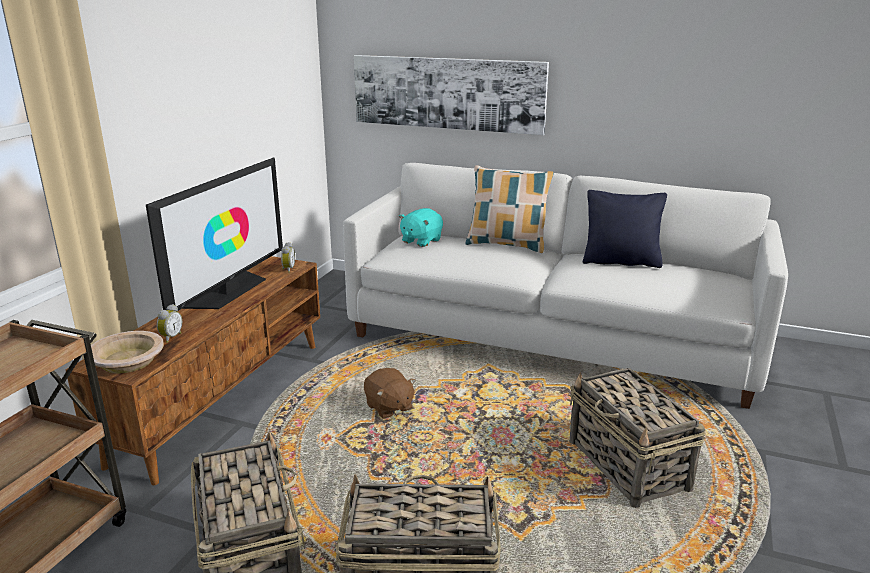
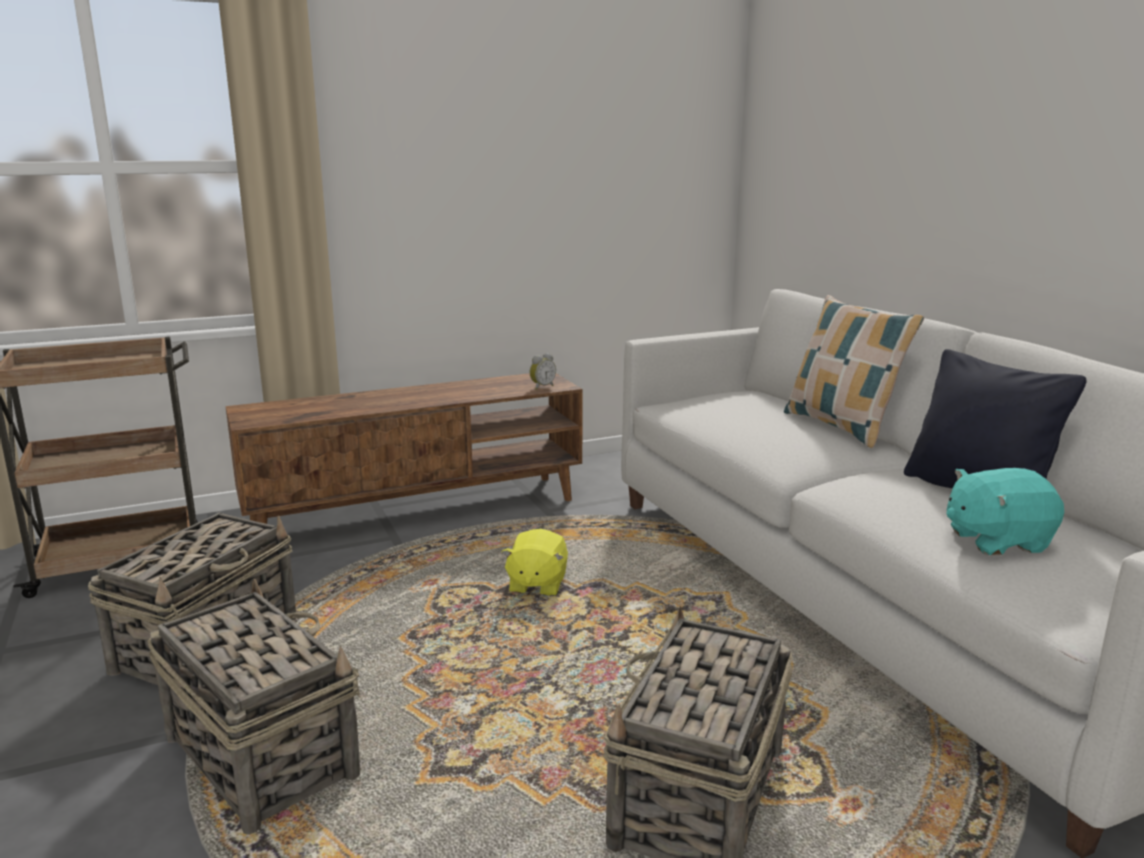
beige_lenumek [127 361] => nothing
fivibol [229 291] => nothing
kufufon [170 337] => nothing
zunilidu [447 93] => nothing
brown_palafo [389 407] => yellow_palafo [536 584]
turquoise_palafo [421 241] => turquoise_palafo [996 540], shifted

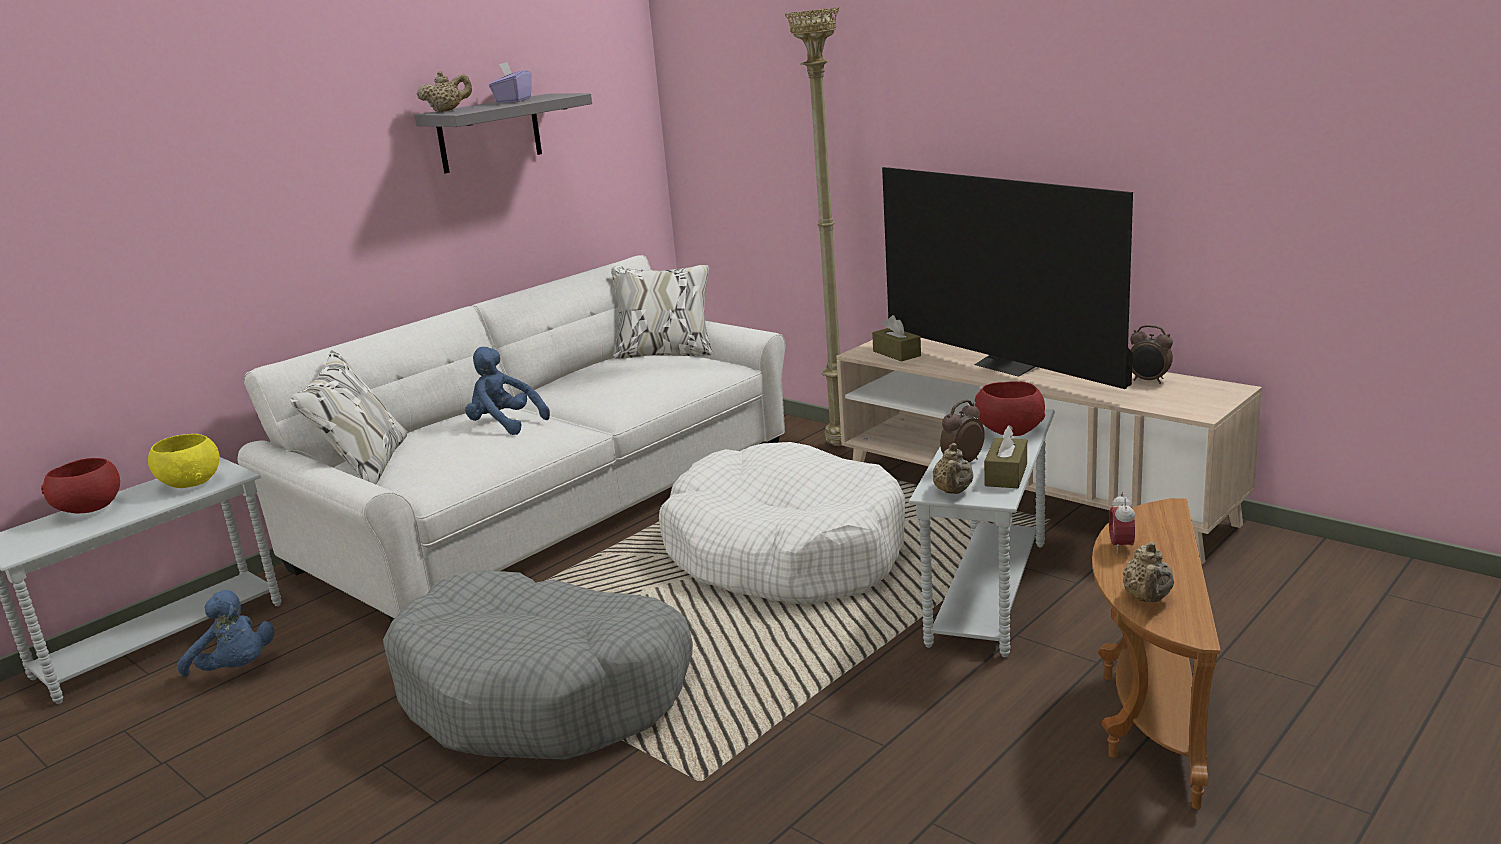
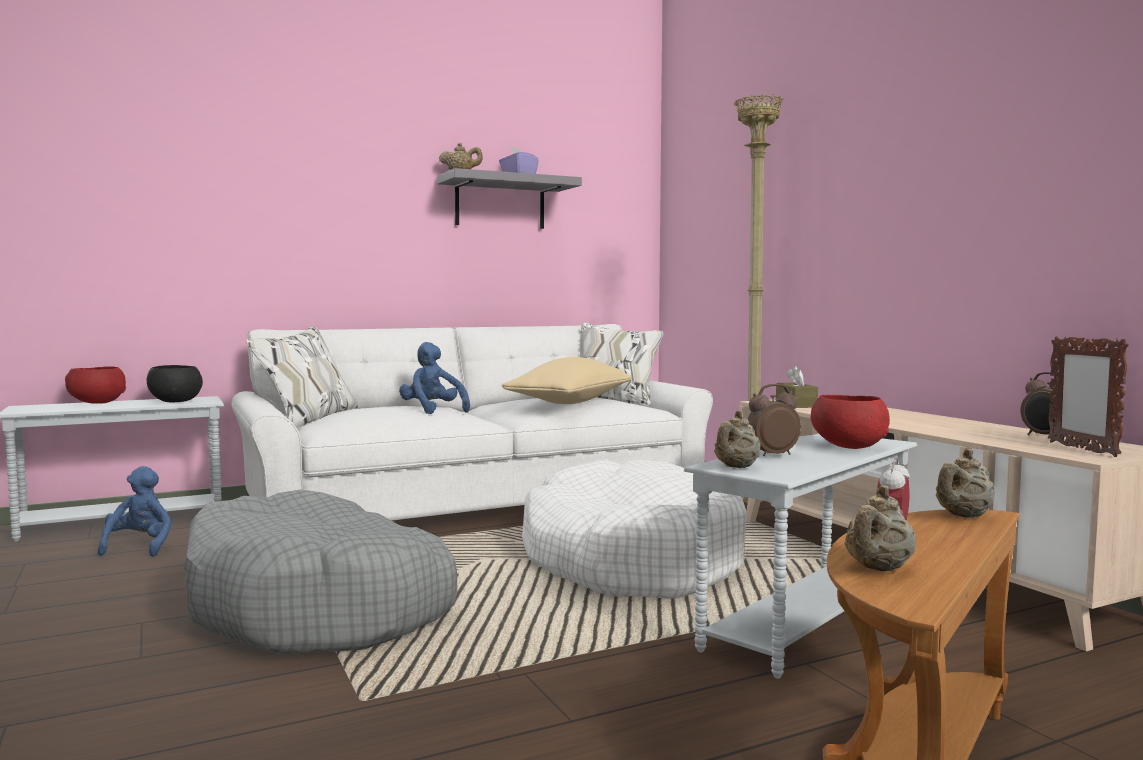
yellow_lenumek [190 483] => black_lenumek [175 401]
blue_palafo [235 670] => blue_palafo [139 547], 150 degrees counterclockwise
fivibol [1009 365] => nothing
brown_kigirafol [1006 475] => nothing
nothing => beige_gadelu [570 402]
nothing => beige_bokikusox [963 516]
nothing => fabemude [1082 449]

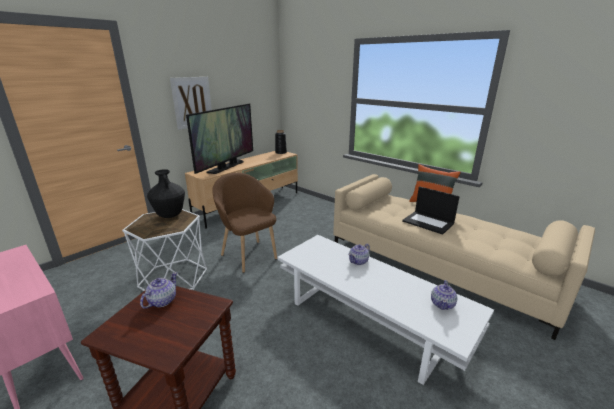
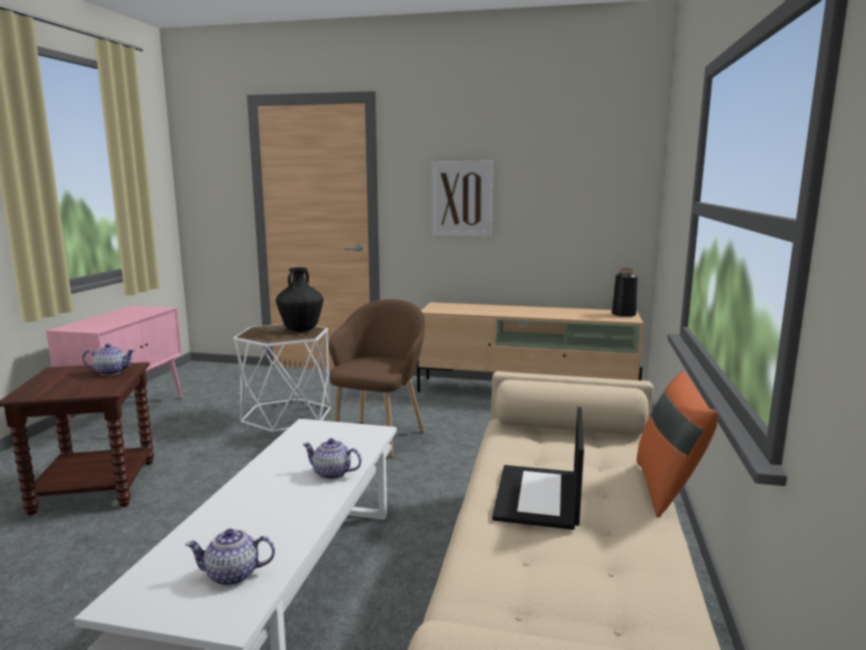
fivibol [226 167] => nothing

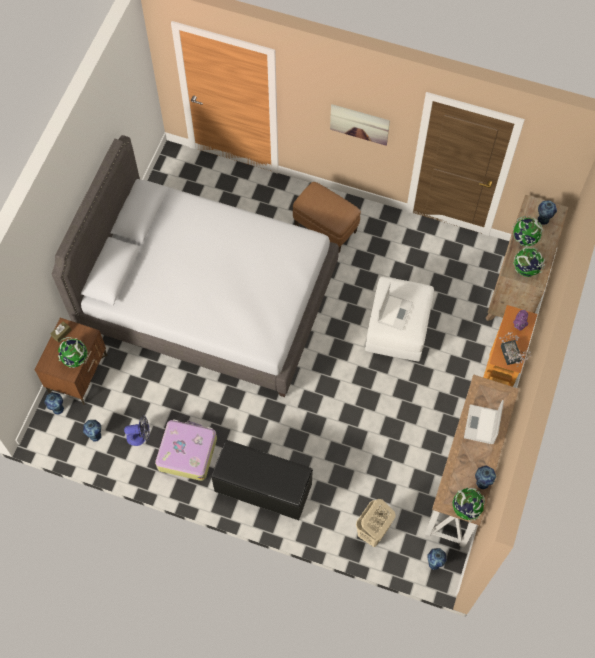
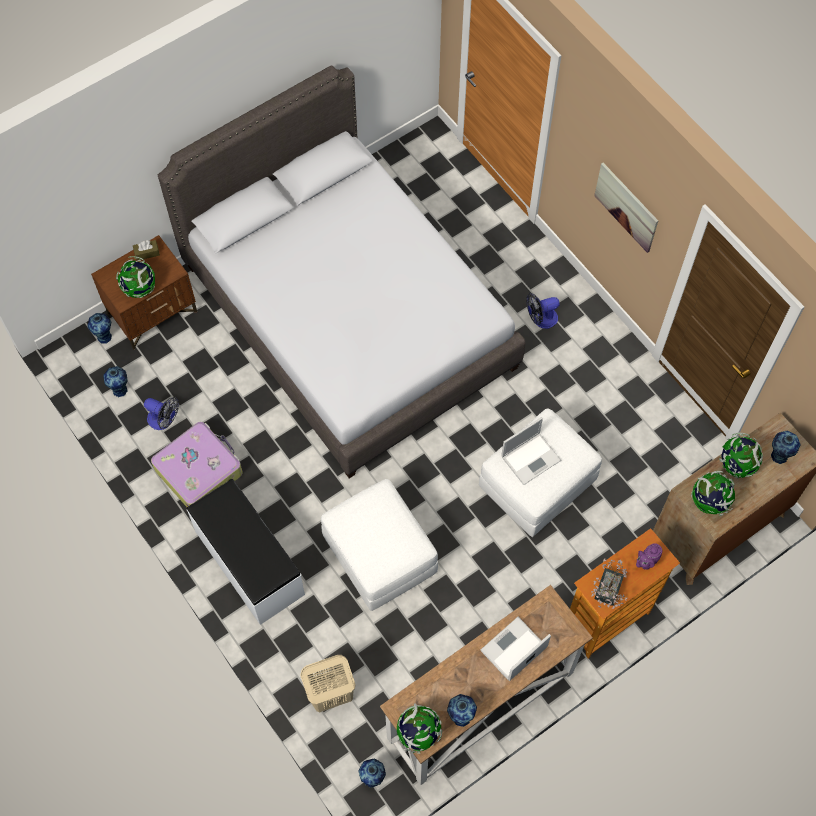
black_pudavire [263 488] => white_pudavire [248 563]
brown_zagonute [326 229] => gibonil [541 319]
nothing => white_zagonute [380 555]

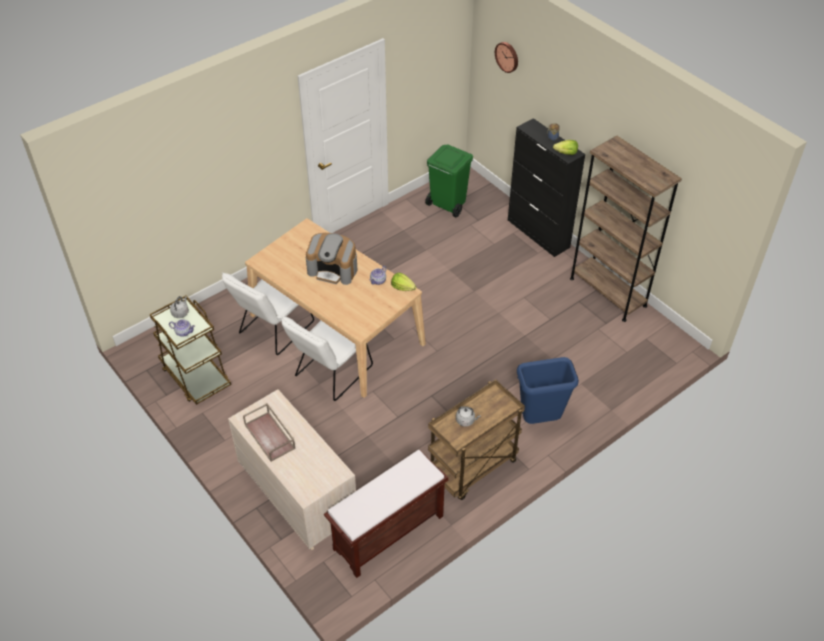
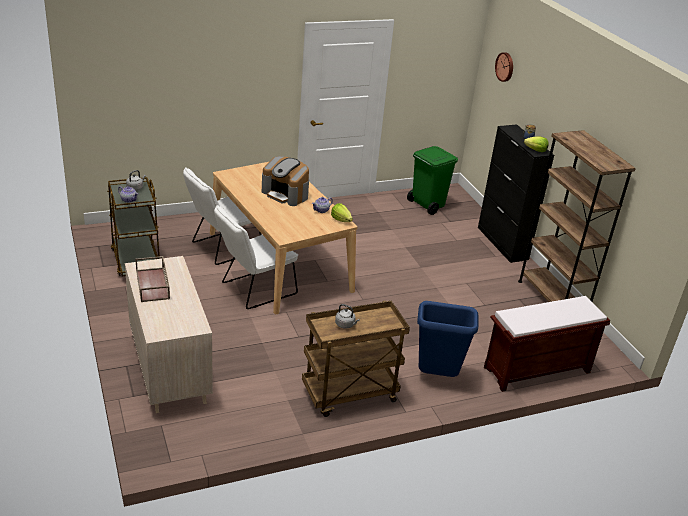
brown_pudavire [388 533] => brown_pudavire [536 370], shifted

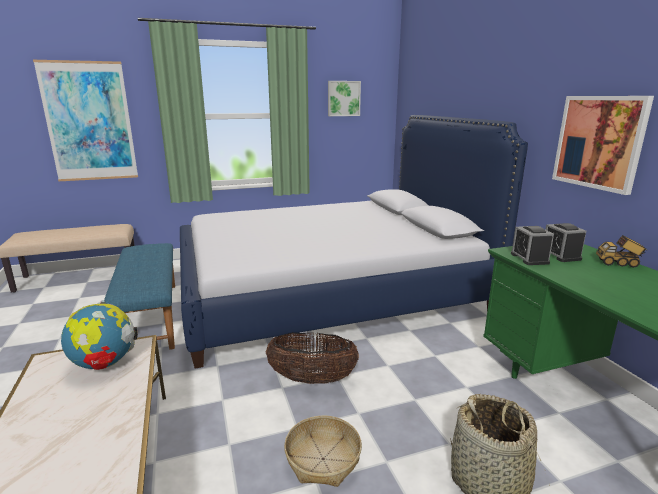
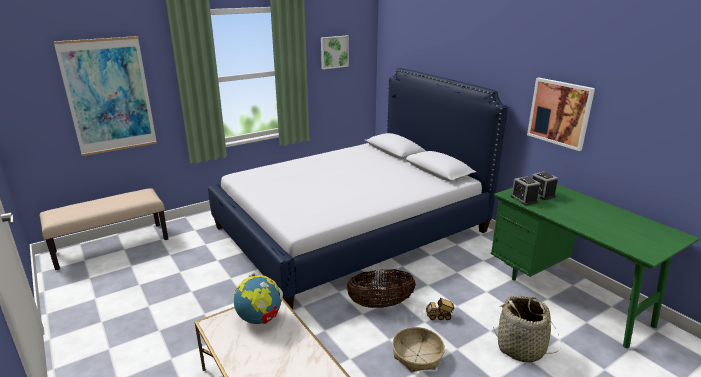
blue_pudavire [151 316] => nothing
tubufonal [618 263] => tubufonal [439 316], shifted

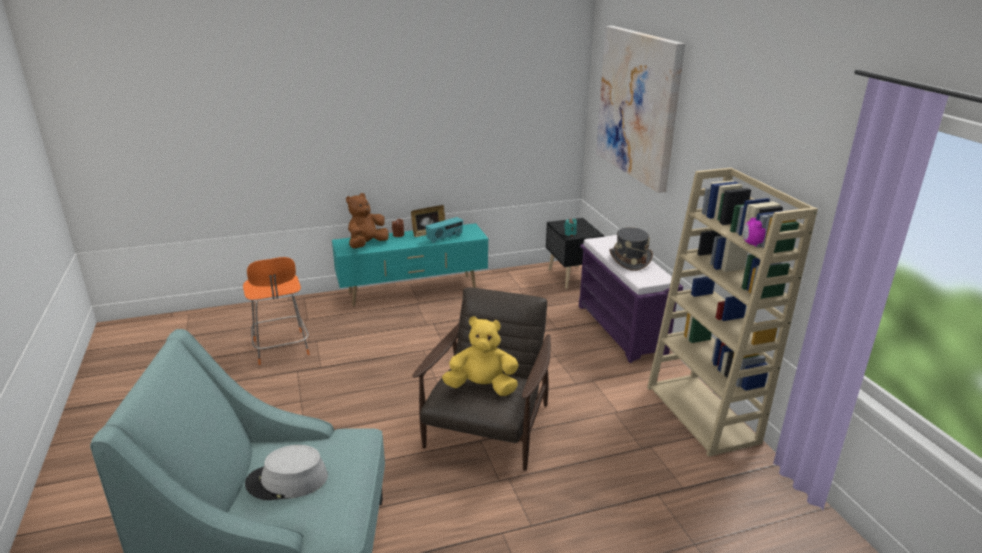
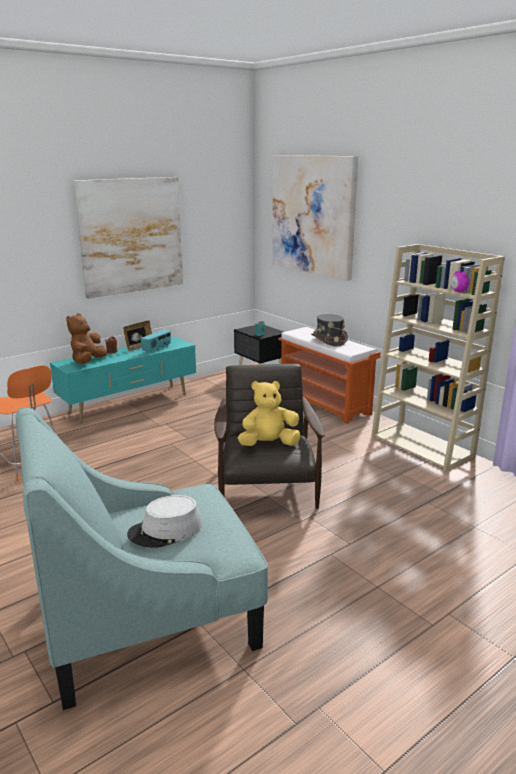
purple_pudavire [622 330] => orange_pudavire [325 403]
nothing => zunilidu [131 236]

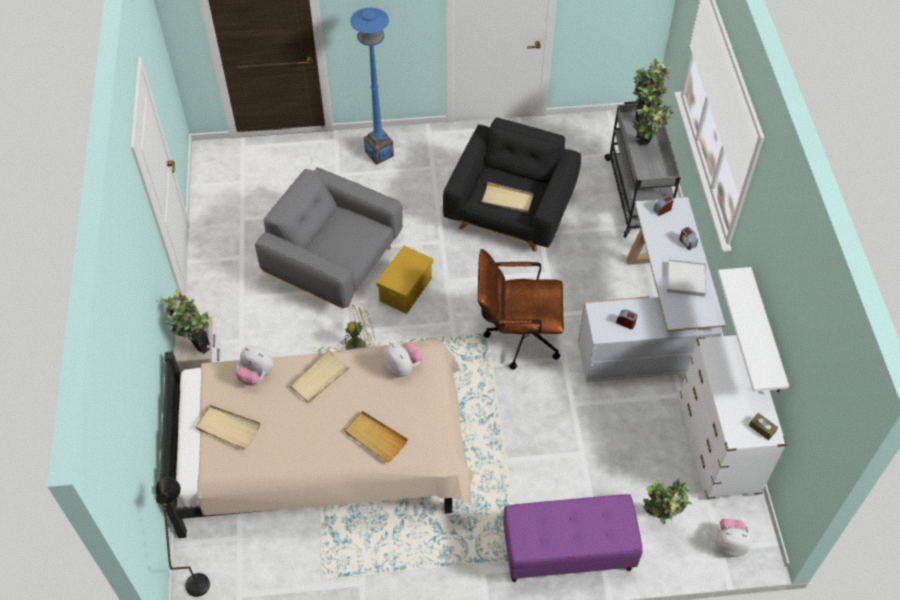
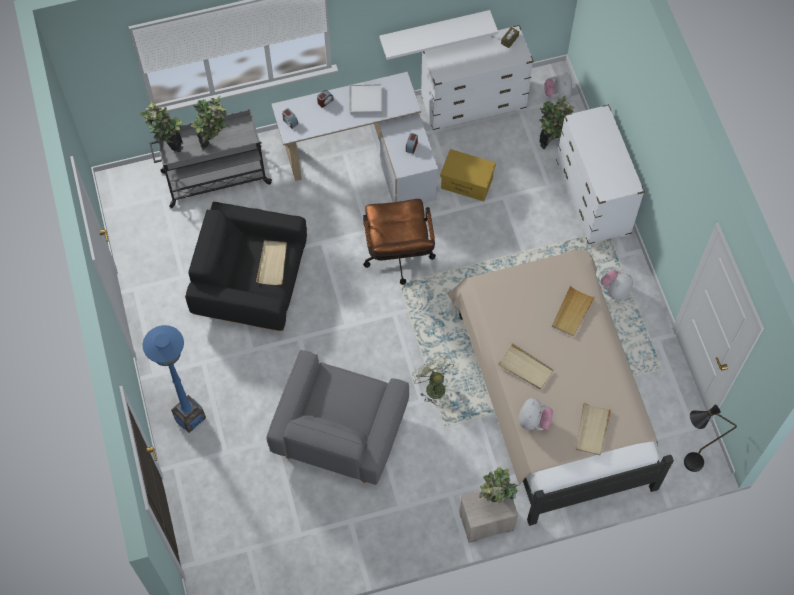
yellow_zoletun [406 289] => yellow_zoletun [466 183], shifted
palafo [403 367] => palafo [615 290], shifted
purple_pudavire [567 552] => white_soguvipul [592 198]

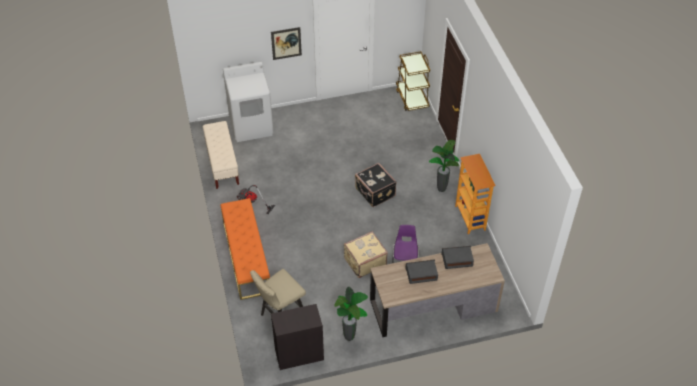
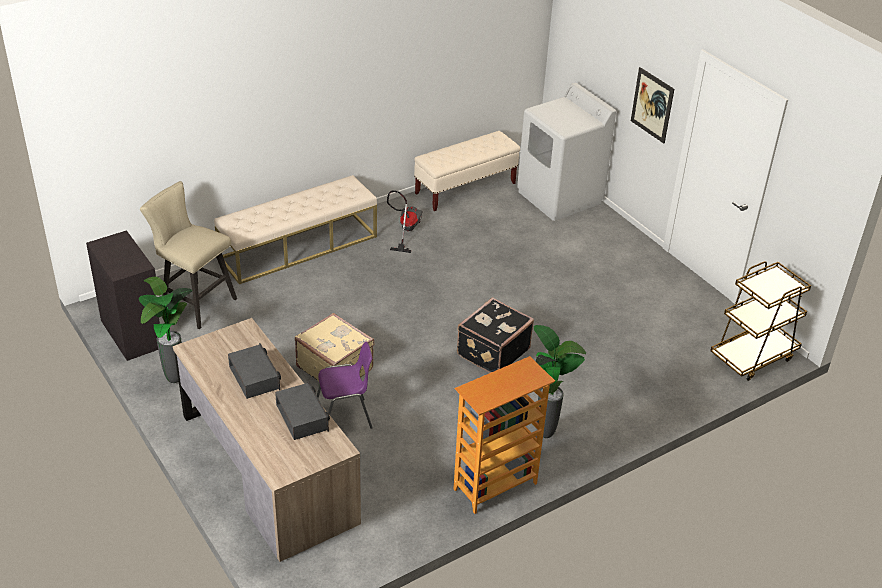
orange_pudavire [246 257] => beige_pudavire [299 247]

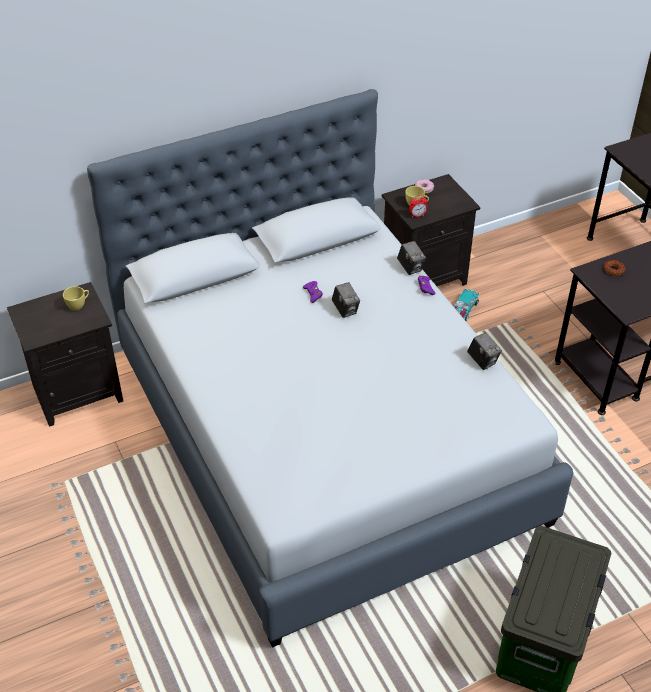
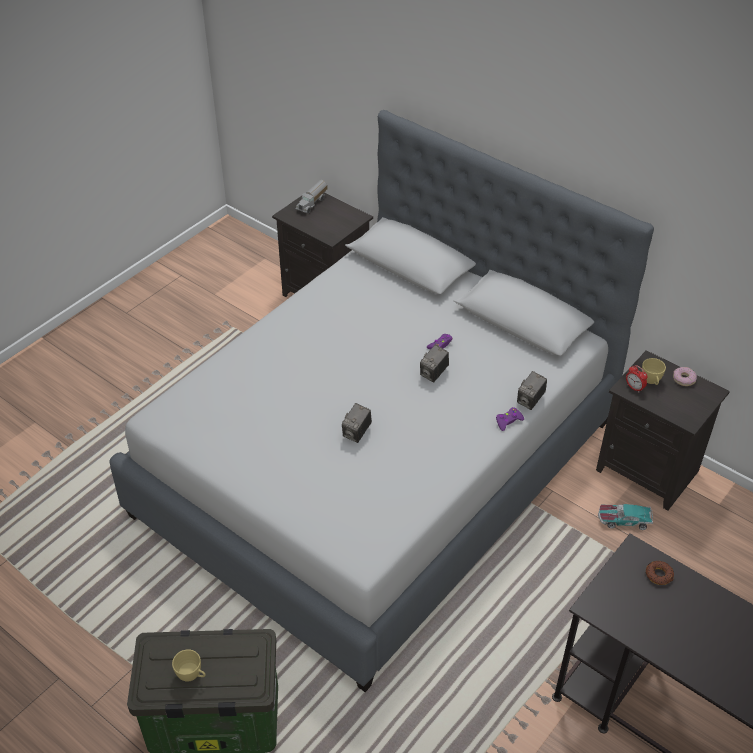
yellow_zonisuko [78 305] => yellow_zonisuko [192 675], shifted
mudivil [482 361] => mudivil [357 433], shifted
nothing => tubufonal [312 203]

